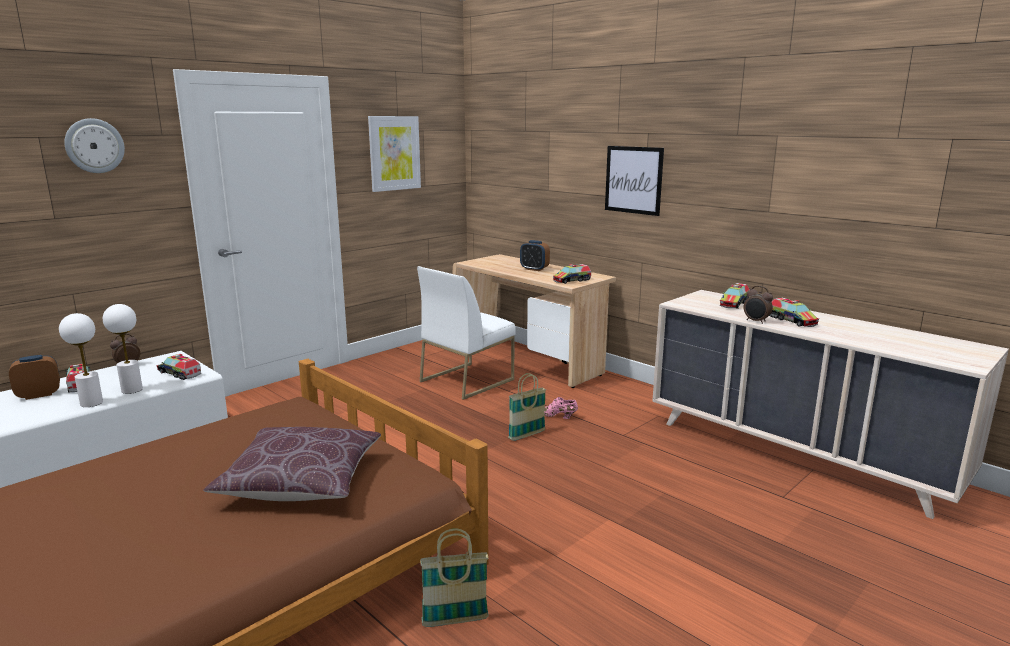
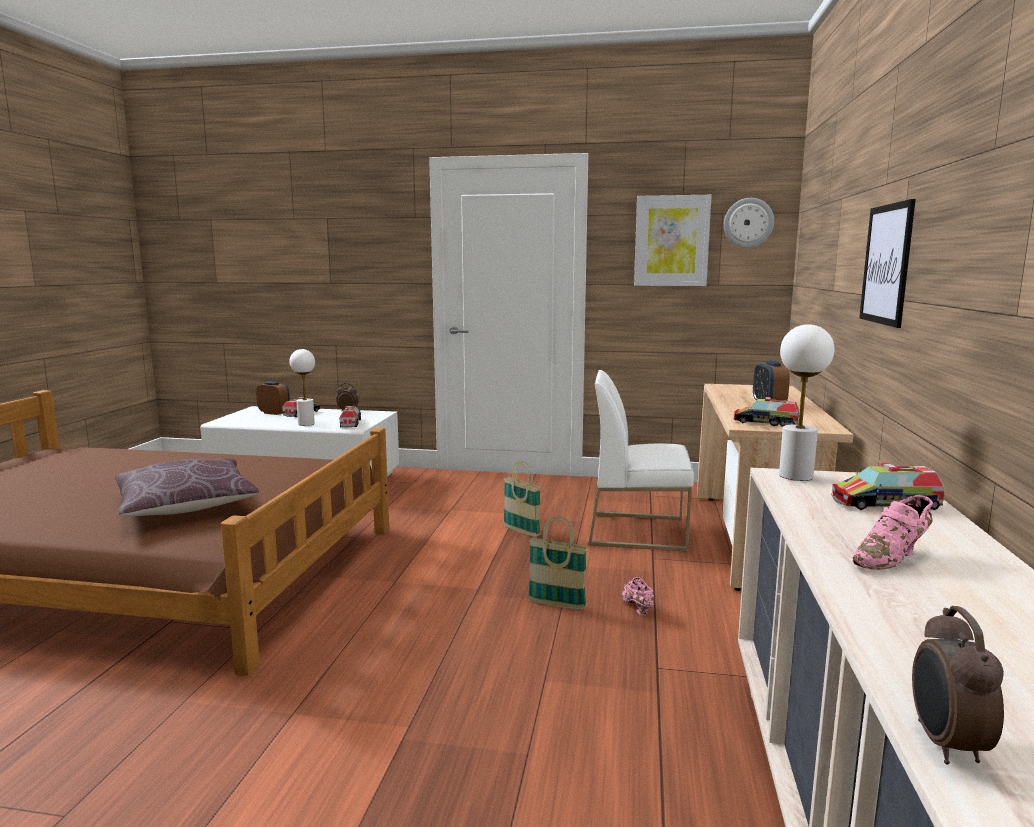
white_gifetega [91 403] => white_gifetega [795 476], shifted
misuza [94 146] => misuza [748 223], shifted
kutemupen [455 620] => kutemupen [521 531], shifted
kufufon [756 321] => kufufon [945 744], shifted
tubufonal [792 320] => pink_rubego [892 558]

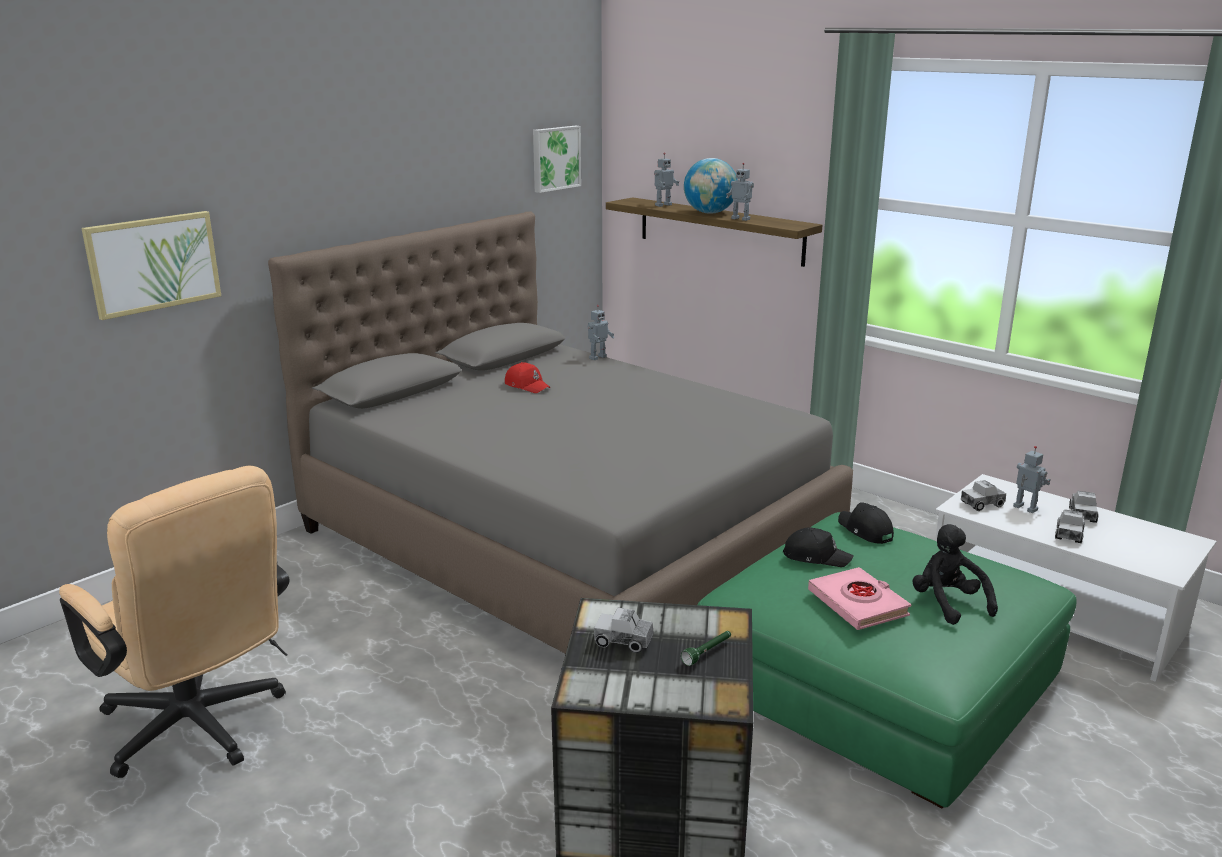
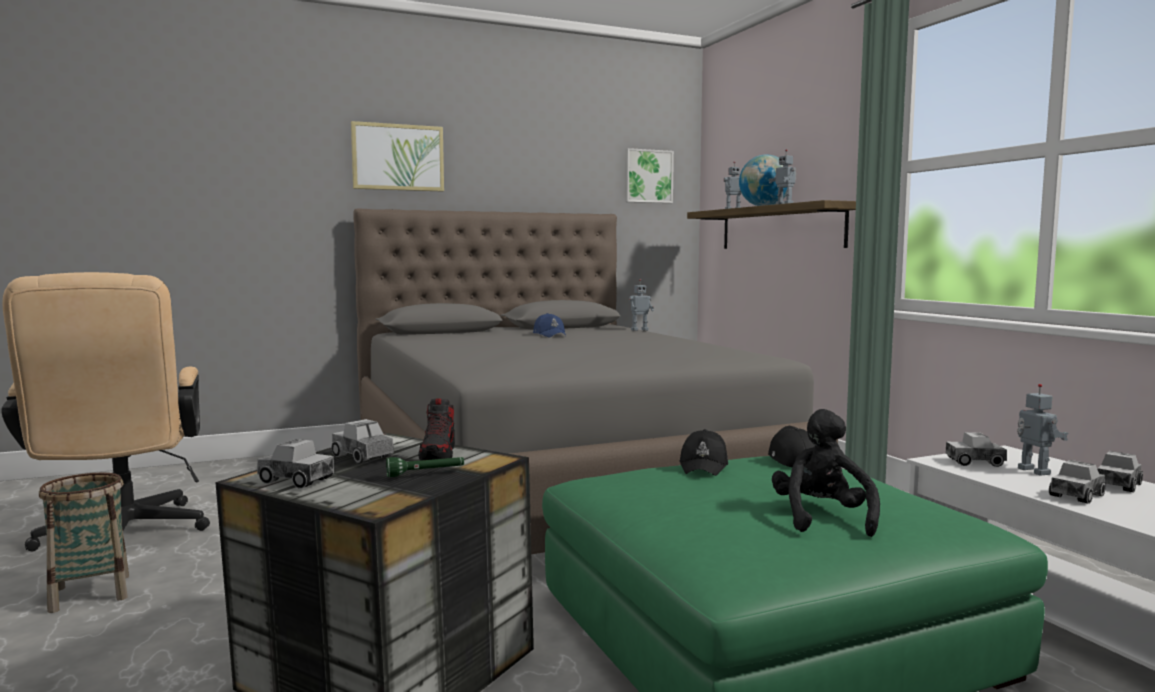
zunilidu [153 263] => zunilidu [398 157], shifted
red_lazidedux [527 386] => blue_lazidedux [550 335]
black_lazidedux [816 556] => black_lazidedux [704 466], 60 degrees clockwise
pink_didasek [858 604] => nothing
nothing => kutemupen [90 593]
nothing => tubufonal [296 480]
nothing => rubego [438 454]

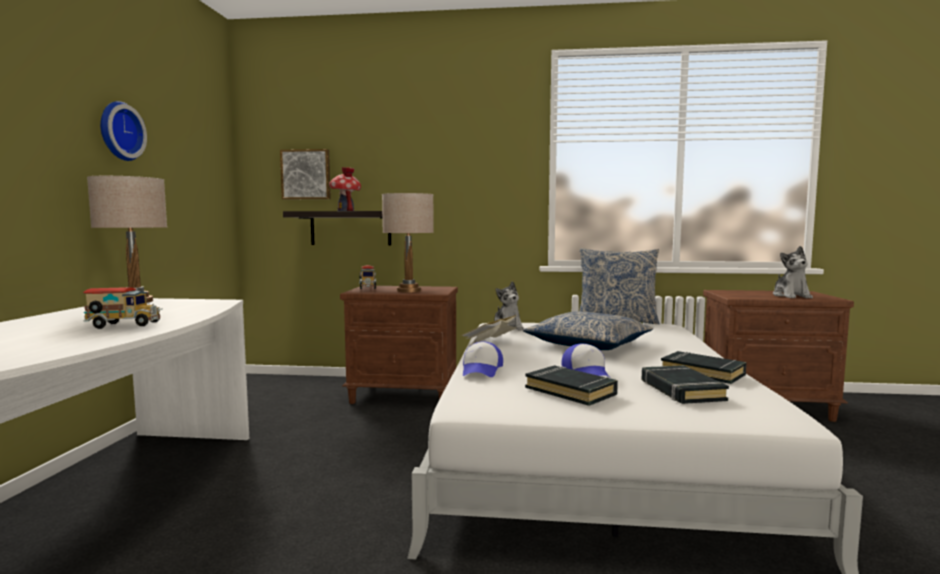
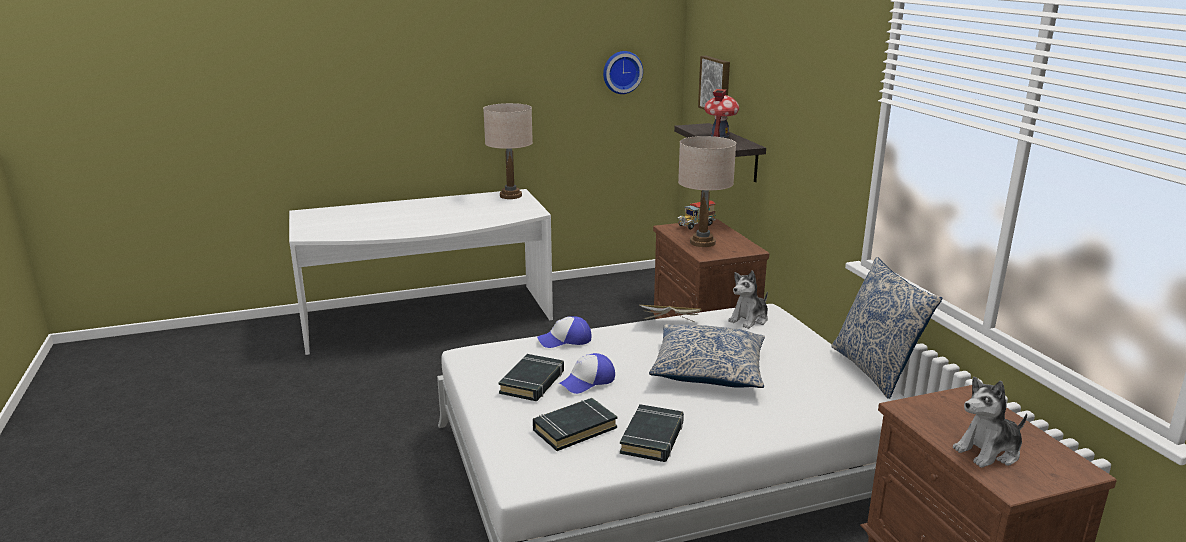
tubufonal [124 326] => nothing
misuza [118 131] => misuza [621 72], shifted

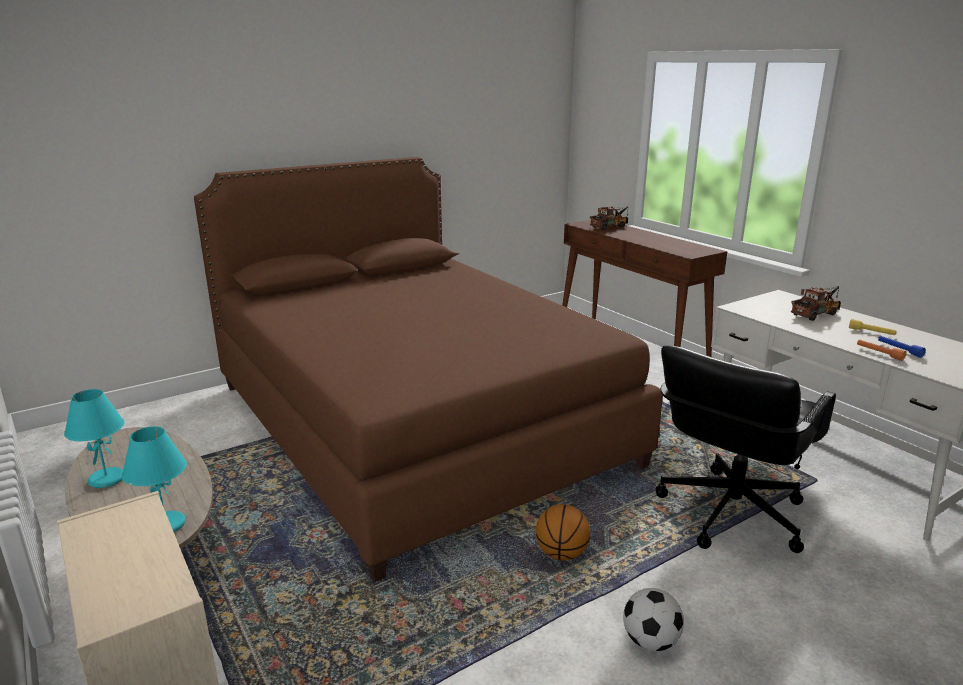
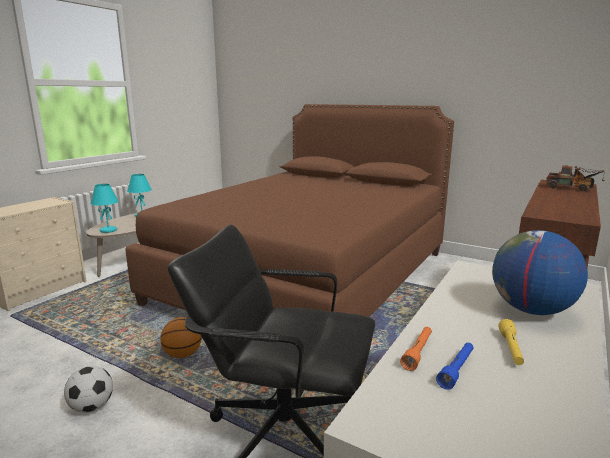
tubufonal [816 314] => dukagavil [531 310]

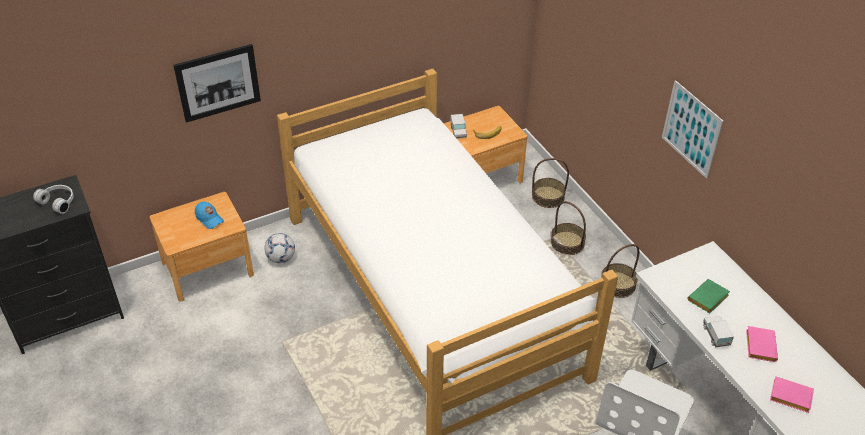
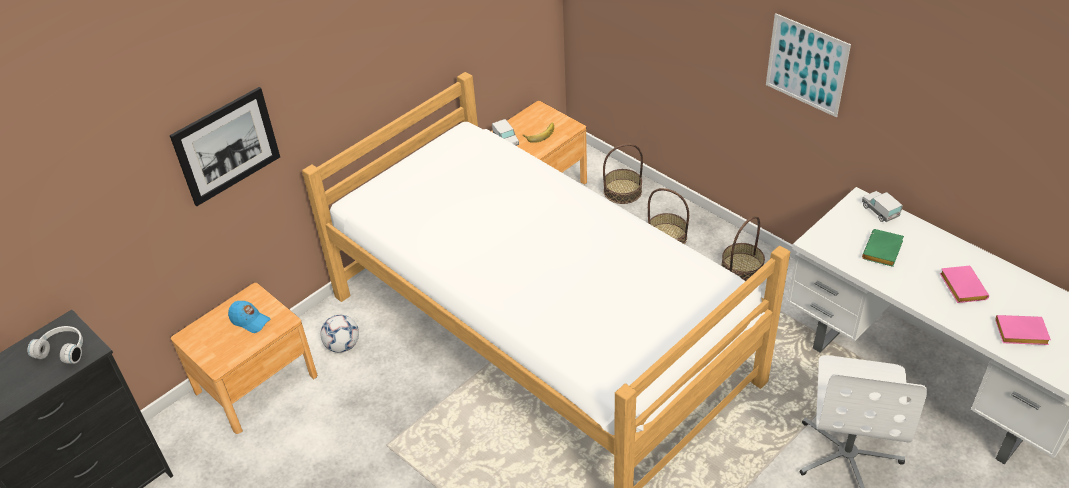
tubufonal [715 335] => tubufonal [879 211], shifted

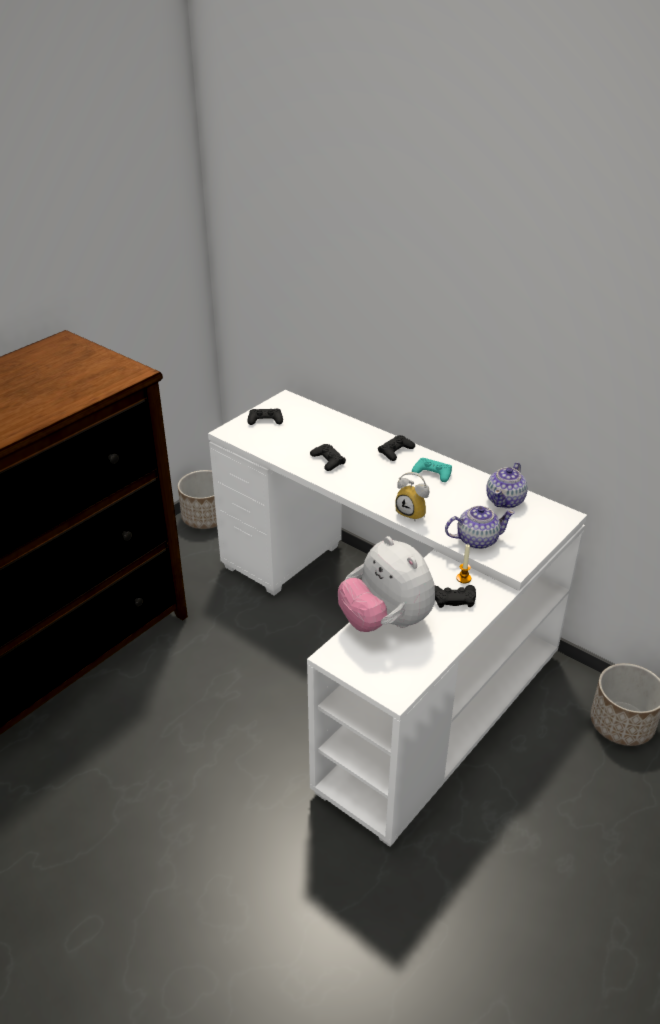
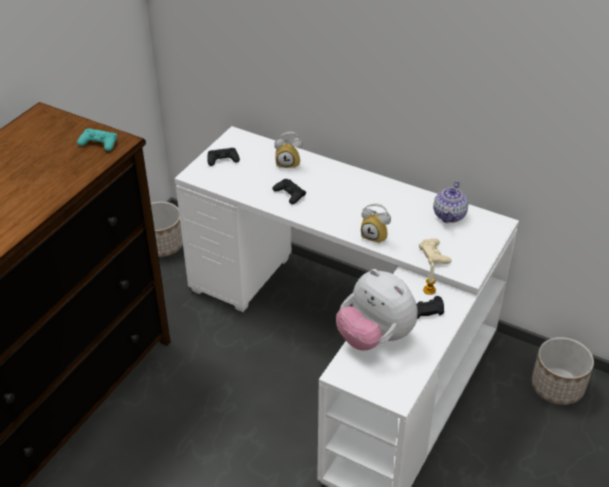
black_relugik [395 451] => nothing
turquoise_relugik [432 473] => turquoise_relugik [99 143], shifted
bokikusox [476 540] => beige_relugik [434 255]
nothing => kufufon [289 163]

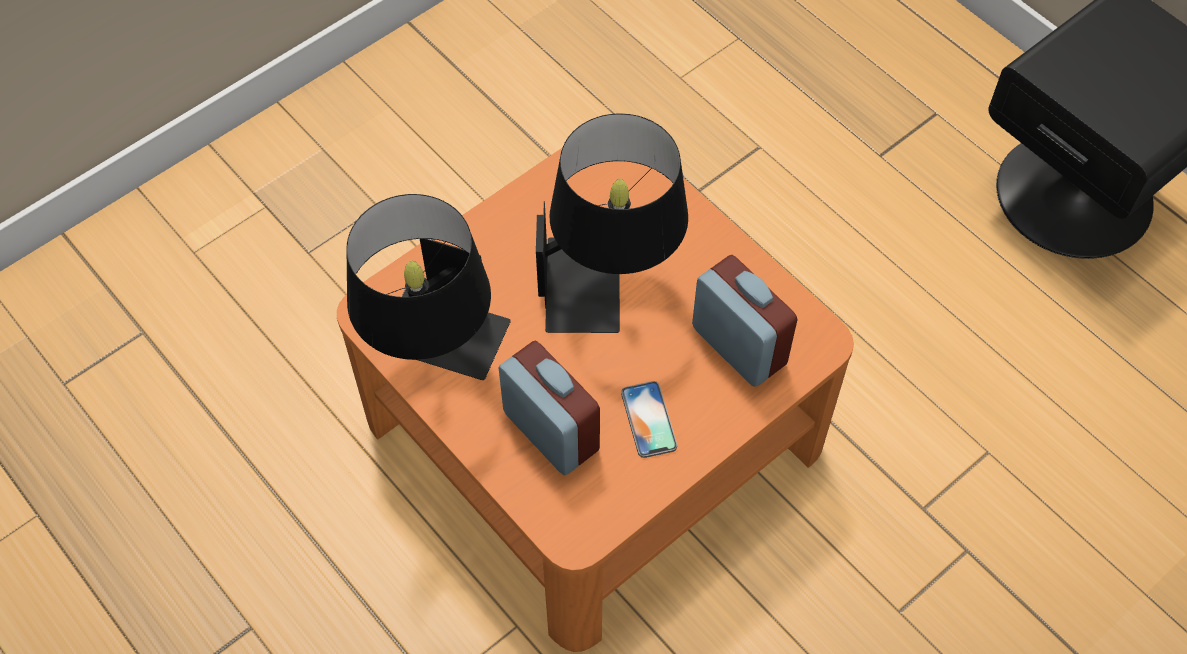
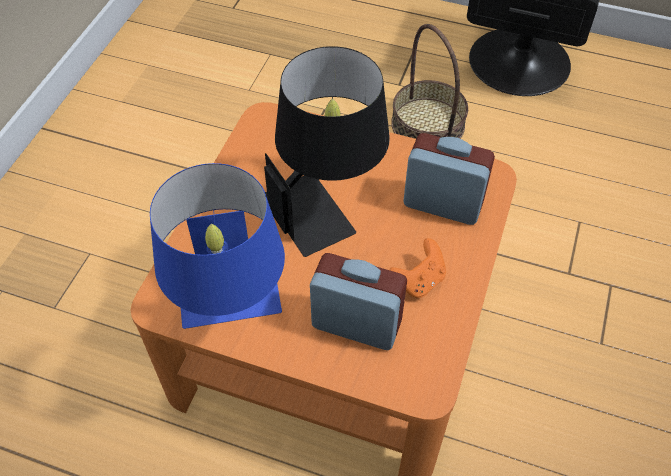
black_gifetega [435 355] => blue_gifetega [232 312]
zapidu [648 419] => orange_relugik [419 281]
nothing => kutemupen [428 124]

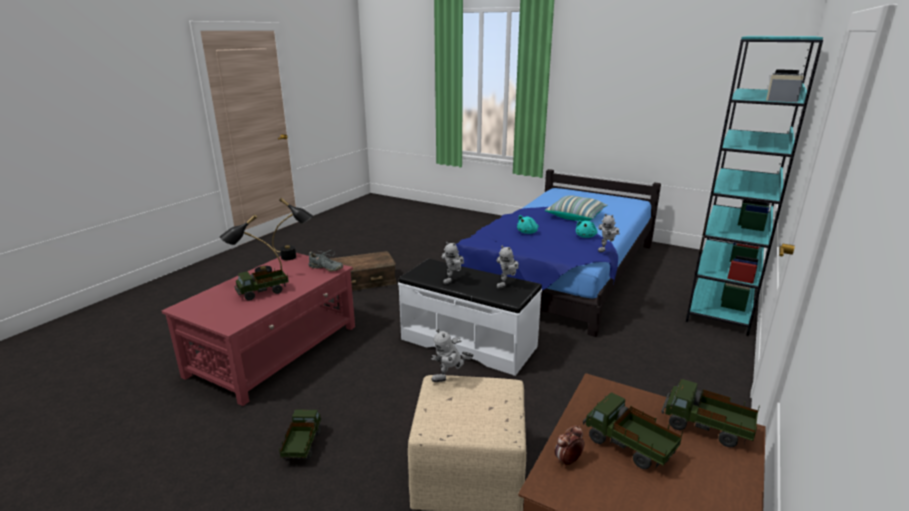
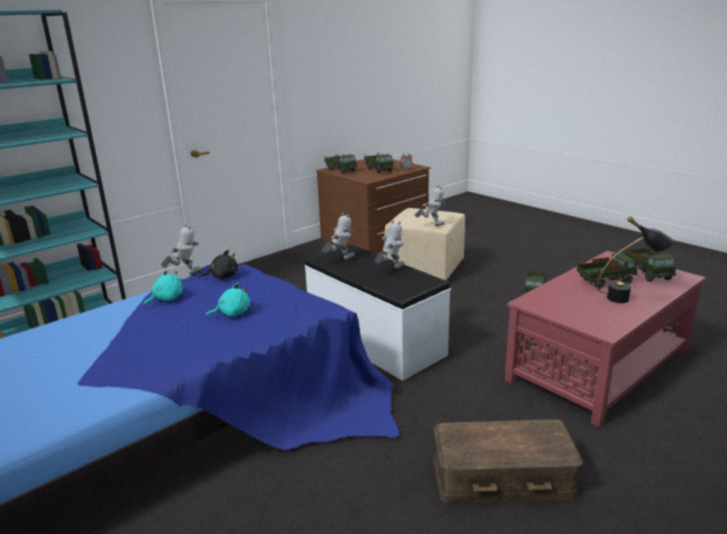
black_gifetega [295 258] => nothing
grey_rubego [326 268] => nothing
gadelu [575 216] => nothing
nothing => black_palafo [222 276]
nothing => tubufonal [648 273]

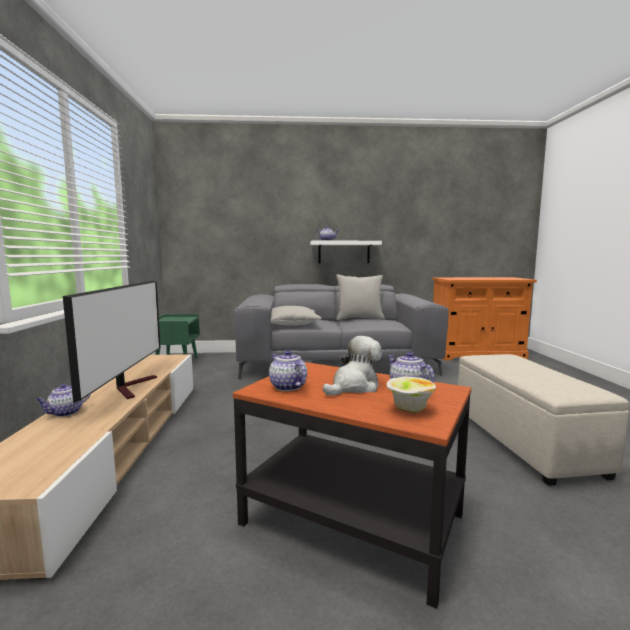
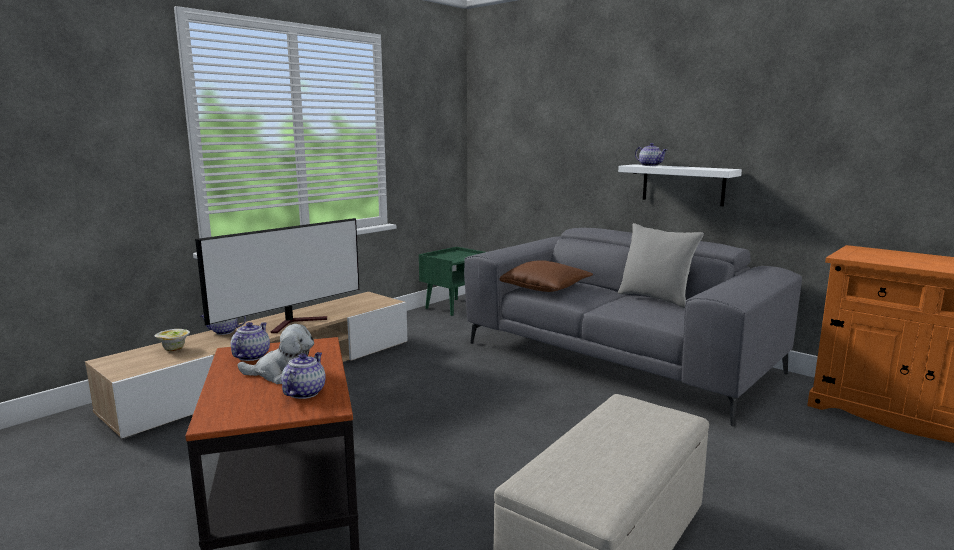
grey_gadelu [293 324] => brown_gadelu [545 288]
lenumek [409 410] => lenumek [174 349], shifted

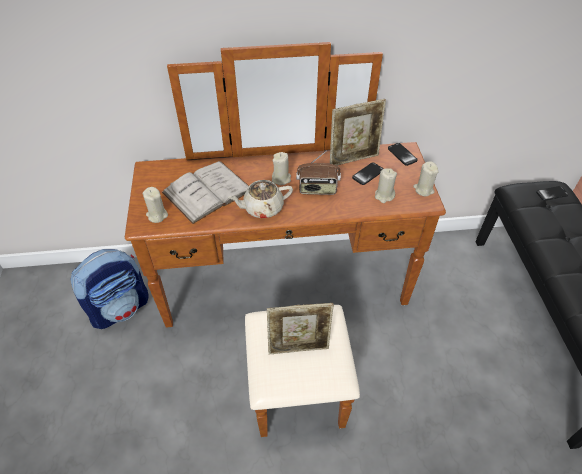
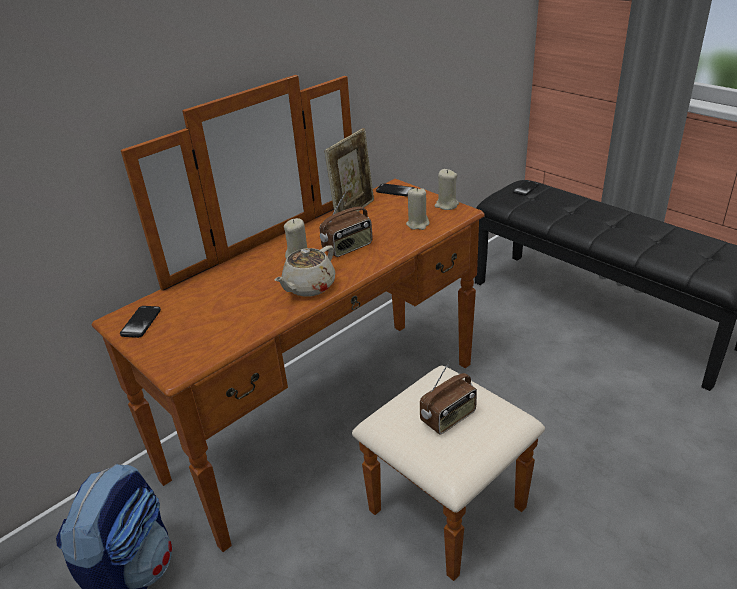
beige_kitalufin [157 215] => nothing
white_didasek [207 191] => nothing
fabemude [299 348] => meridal [448 418]
zapidu [367 174] => zapidu [141 322], shifted

